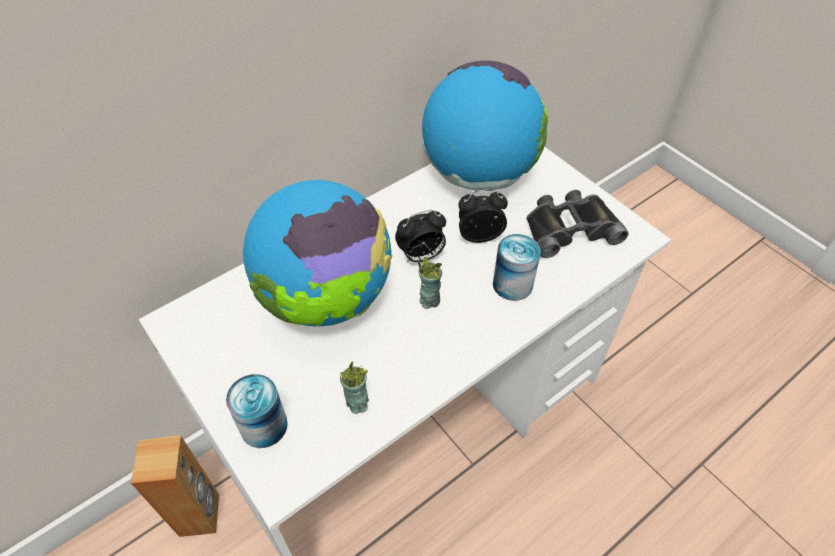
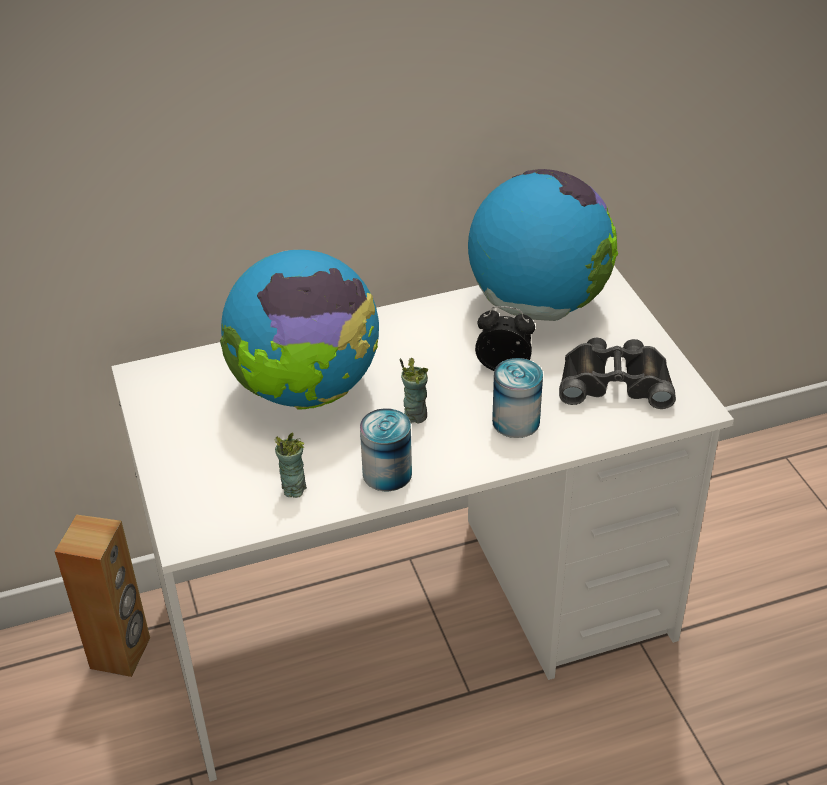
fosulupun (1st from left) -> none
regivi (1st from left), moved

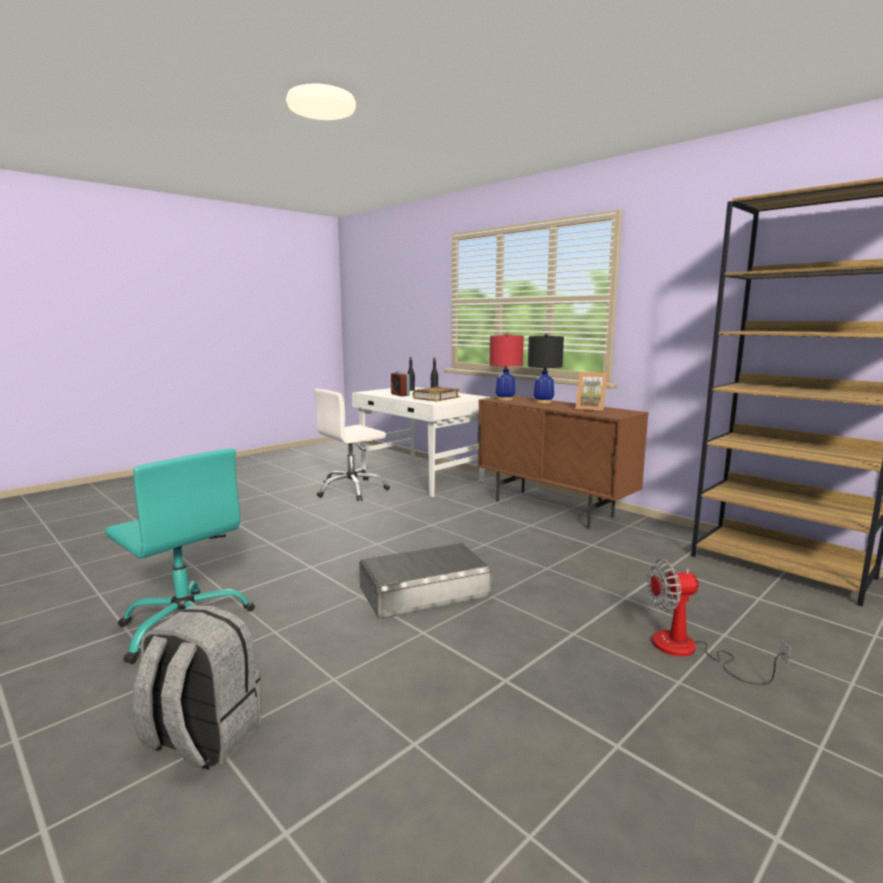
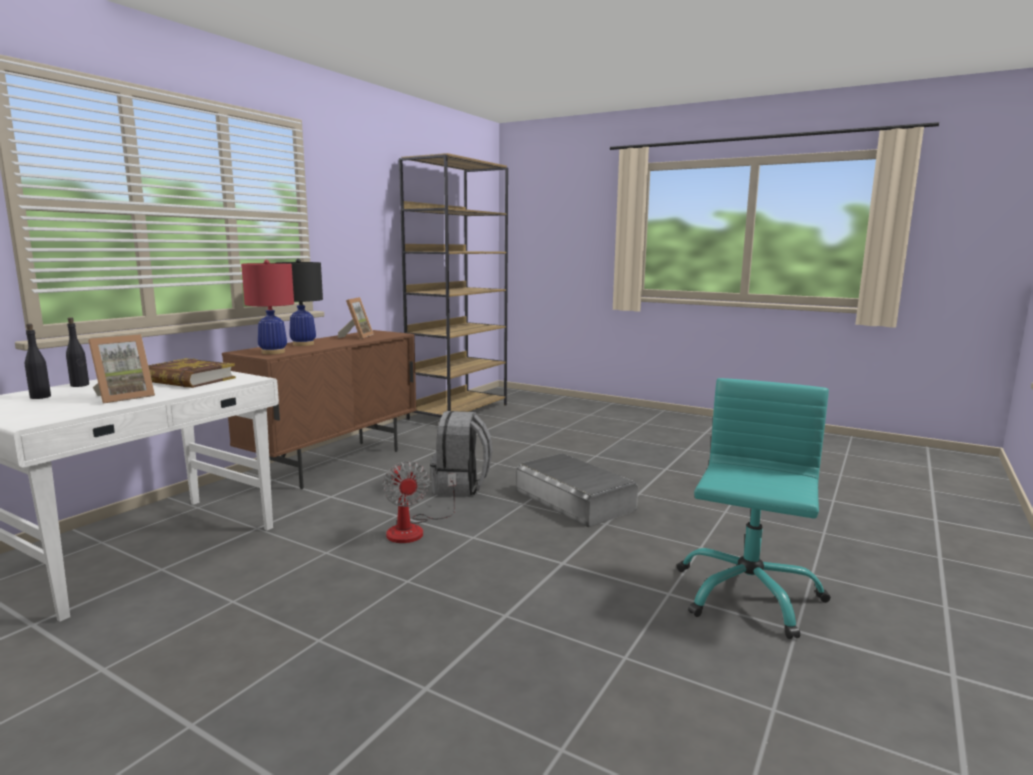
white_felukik -> none
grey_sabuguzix, moved
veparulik, moved
fosulupun -> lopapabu (1st from left)

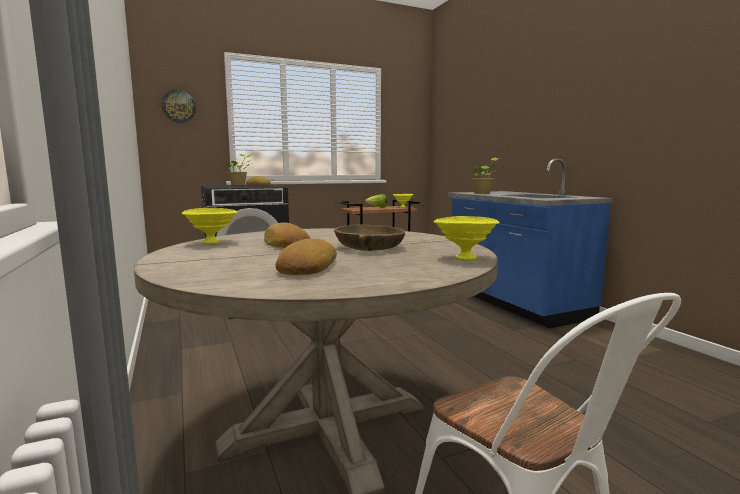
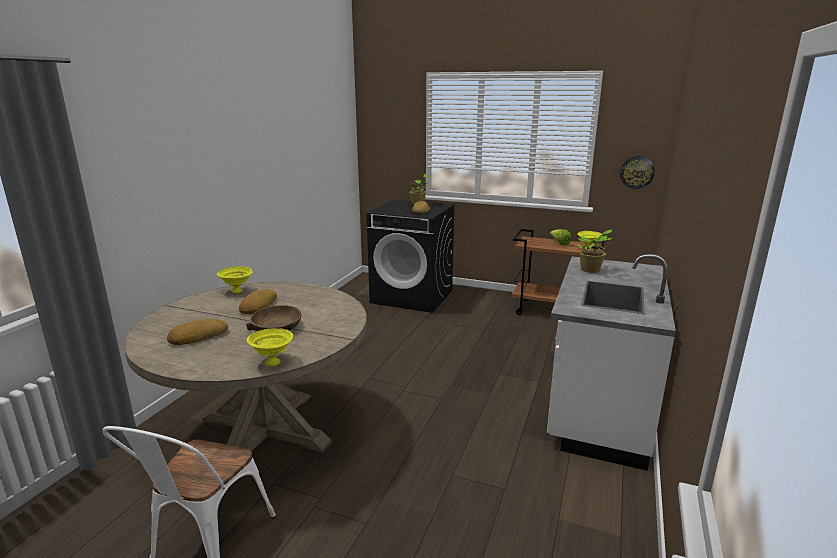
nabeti, moved
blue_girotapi -> white_girotapi

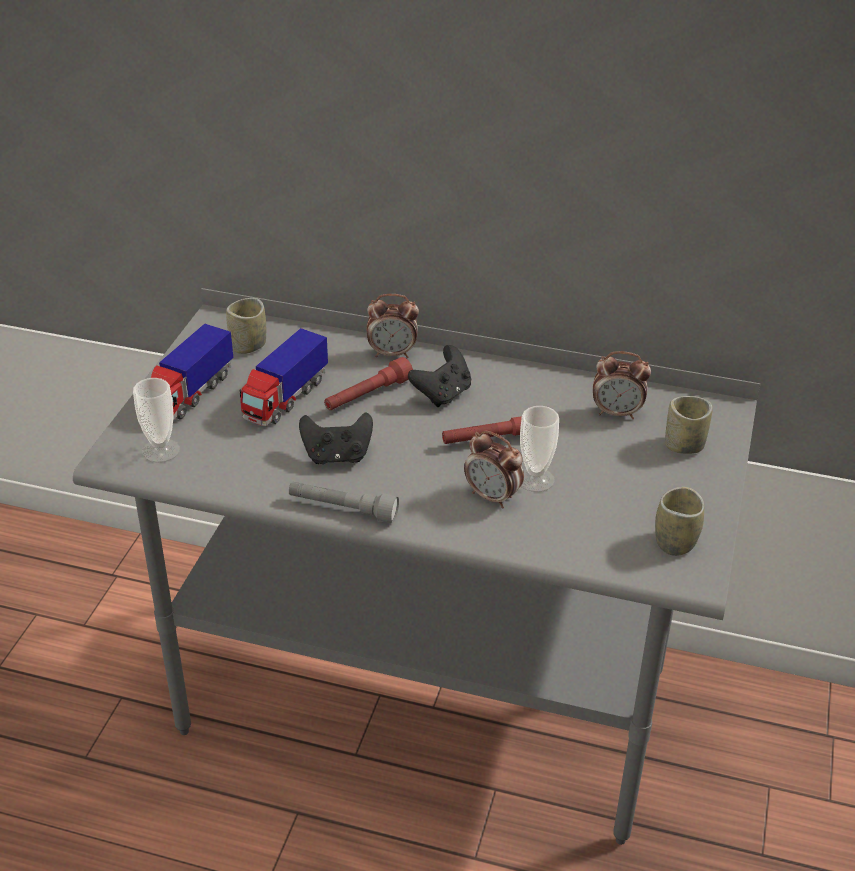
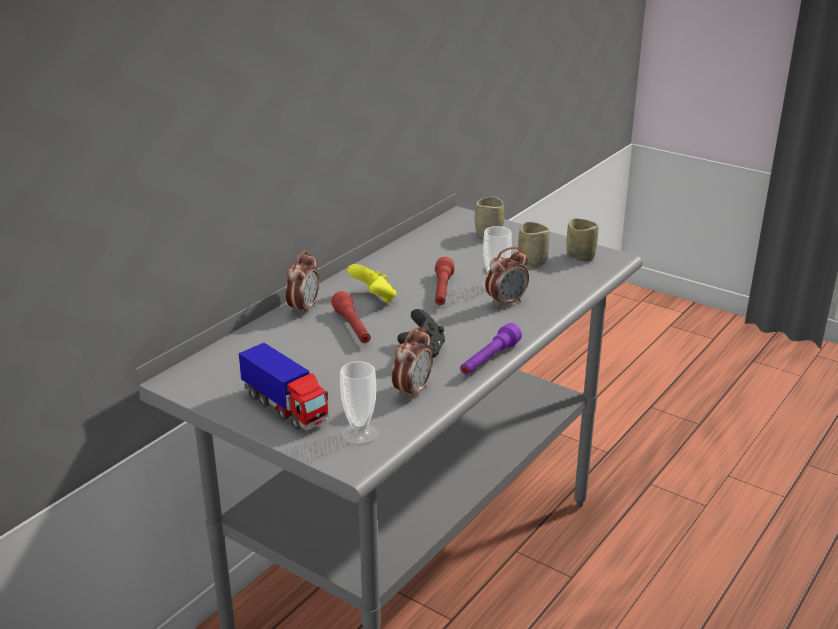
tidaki (2nd from left) -> none
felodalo (2nd from left in the first image) -> felodalo (4th from left), moved
fosulupun (3rd from left in the first image) -> fosulupun (2nd from left), moved
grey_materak -> purple_materak
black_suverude (2nd from left) -> yellow_suverude

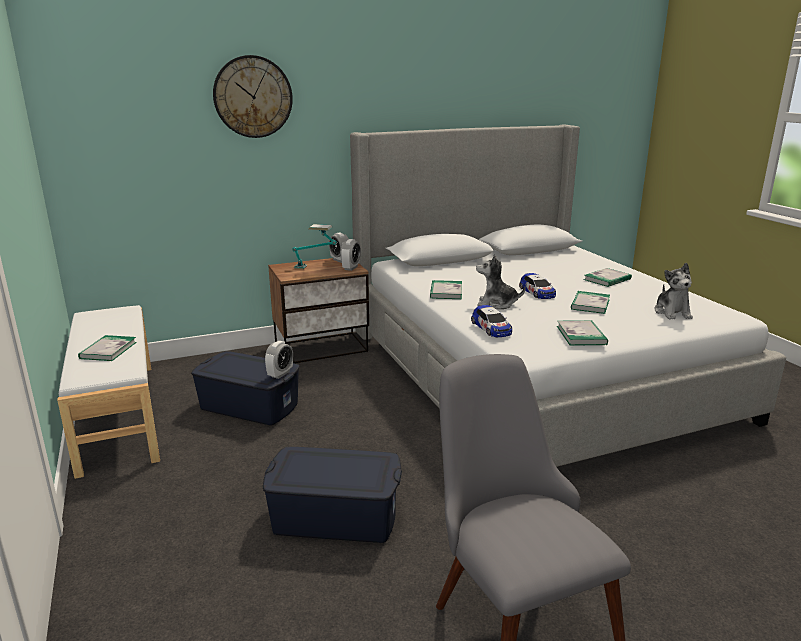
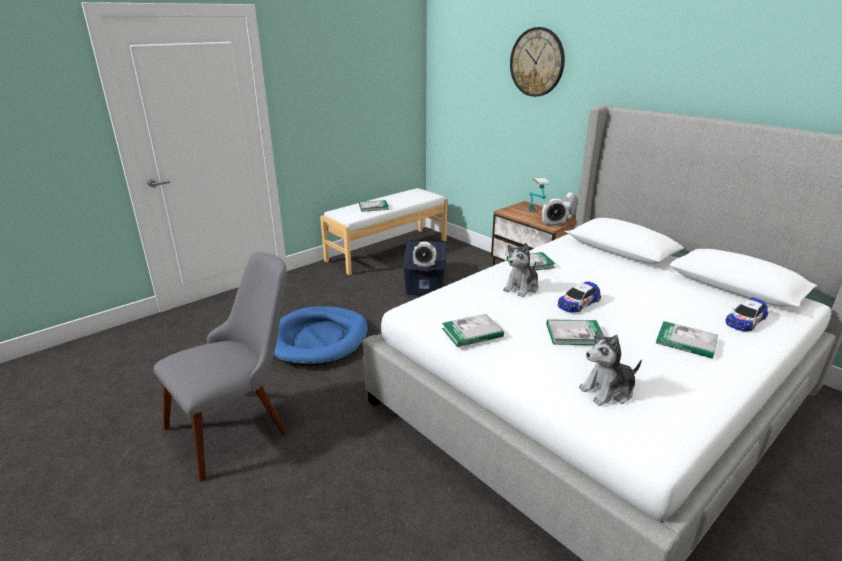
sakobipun (1st from left in the first image) -> sakobipun (2nd from left), moved
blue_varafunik (2nd from left) -> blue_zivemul
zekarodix (1st from left), 135 degrees counterclockwise

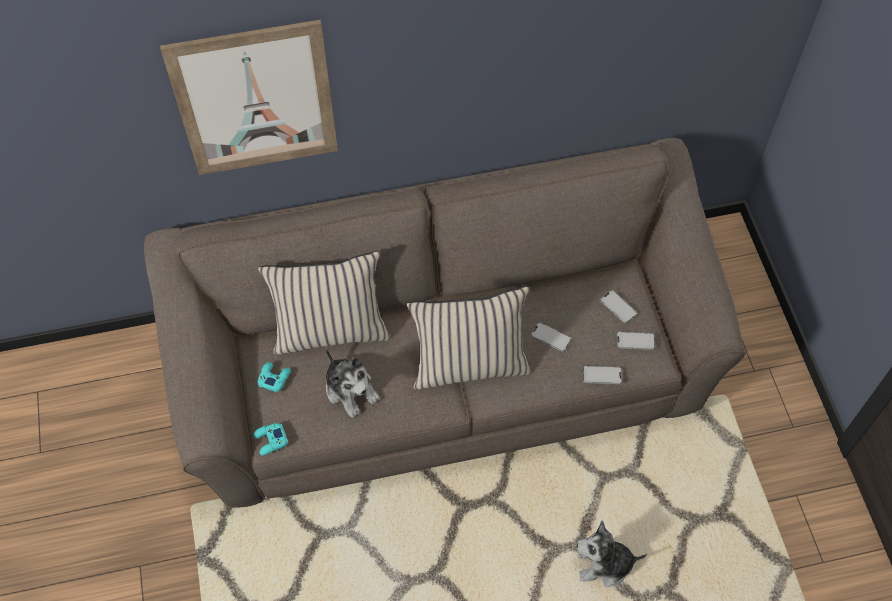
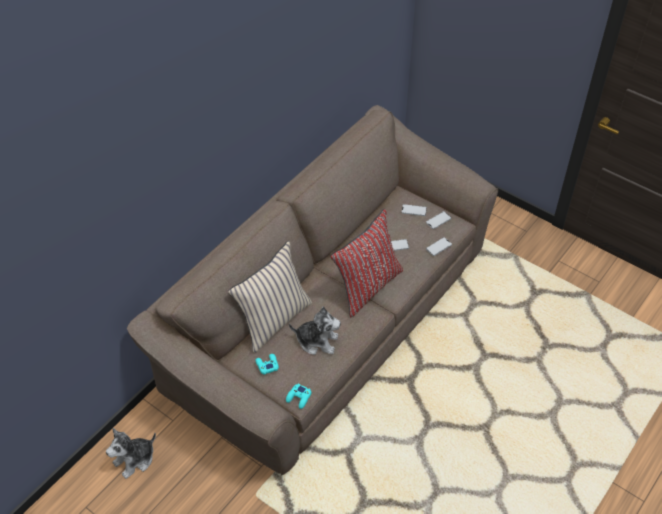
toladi -> none
zekarodix (2nd from left in the first image) -> zekarodix (1st from left), moved
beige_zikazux (2nd from left) -> red_zikazux

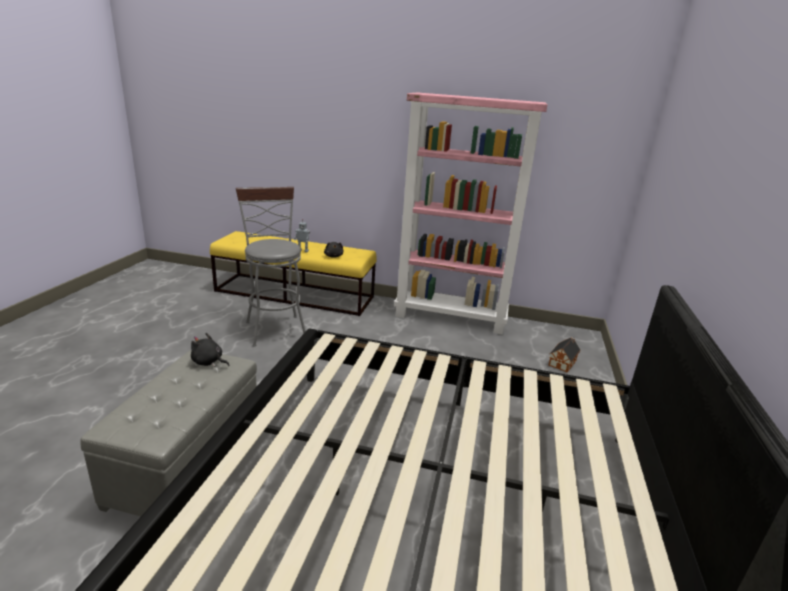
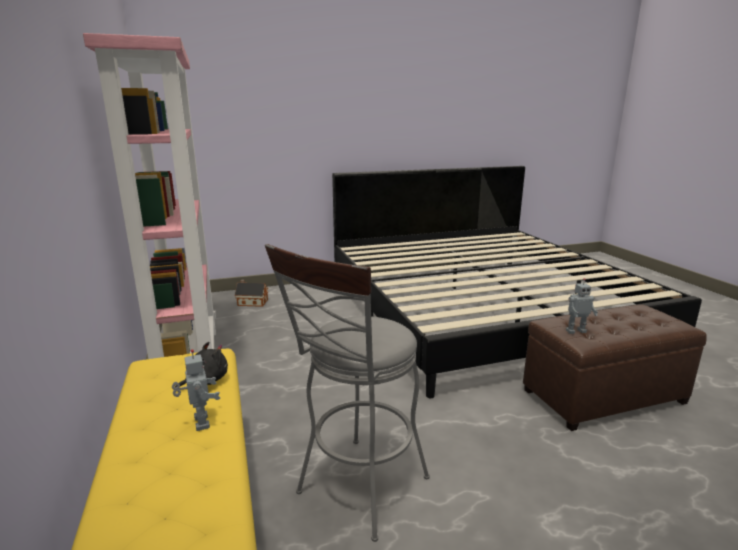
black_zekarodix (1st from left) -> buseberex (2nd from left)
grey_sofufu -> brown_sofufu

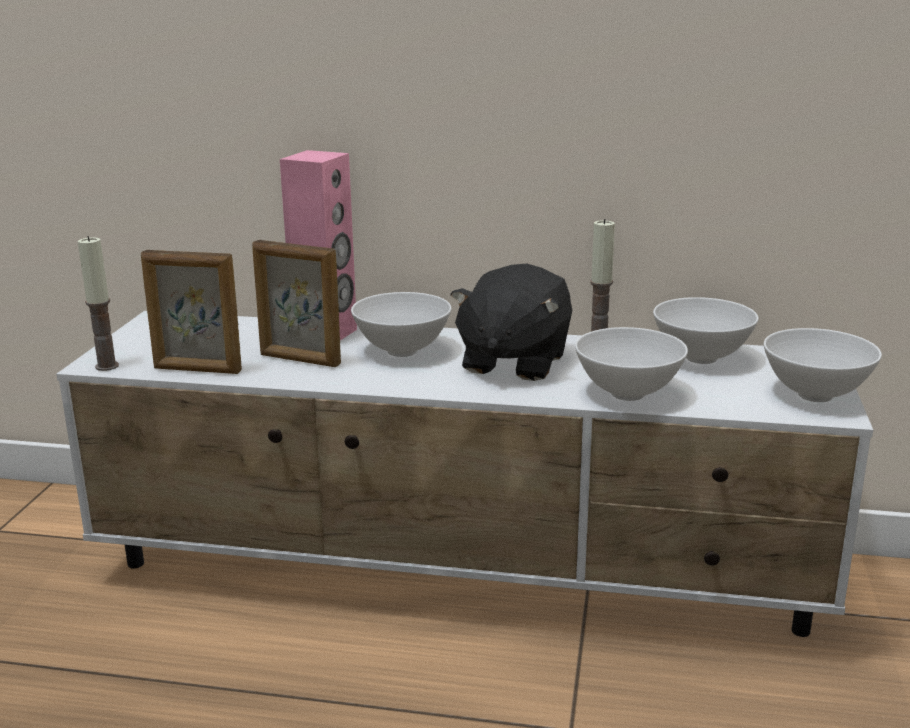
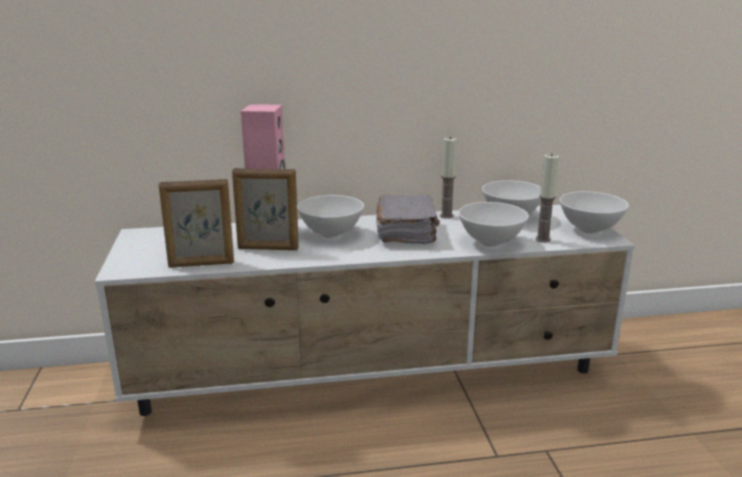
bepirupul (1st from left in the first image) -> bepirupul (2nd from left), moved
black_zekarodix -> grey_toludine

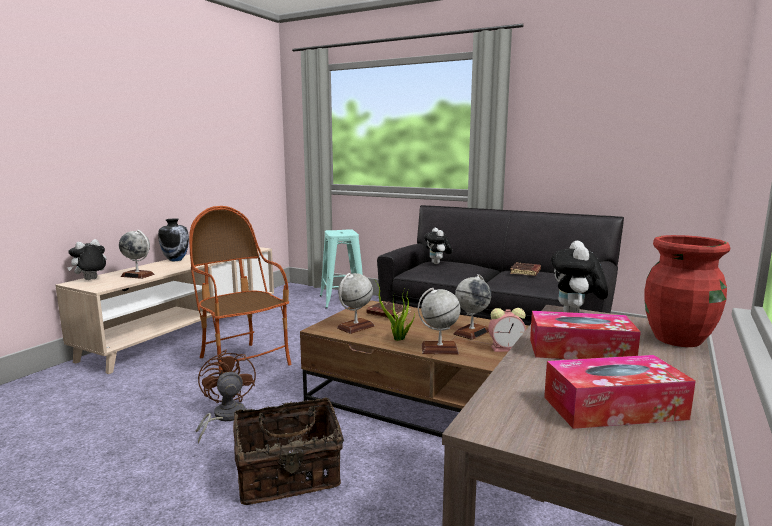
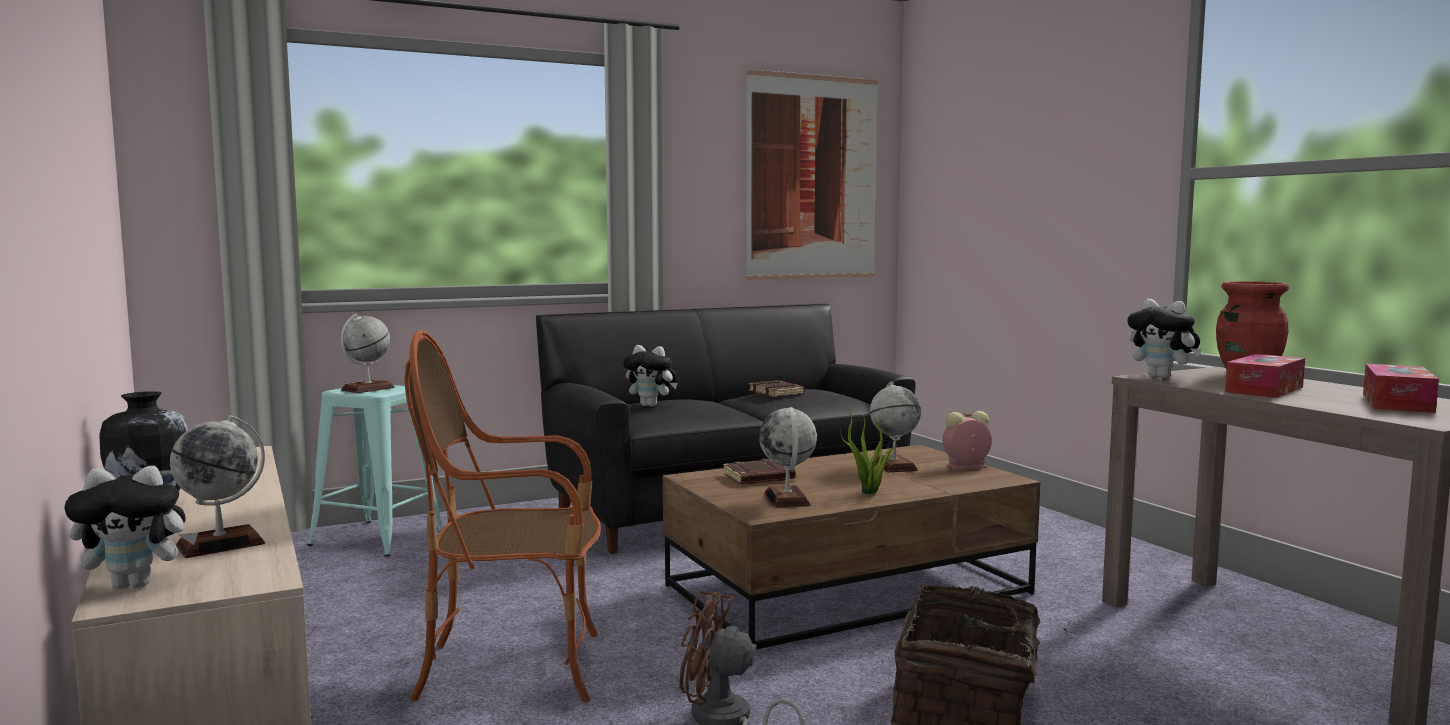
none -> toladi
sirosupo (3rd from left in the first image) -> sirosupo (2nd from left), moved
zekarodix (1st from left), 90 degrees counterclockwise
fosulupun, 135 degrees counterclockwise

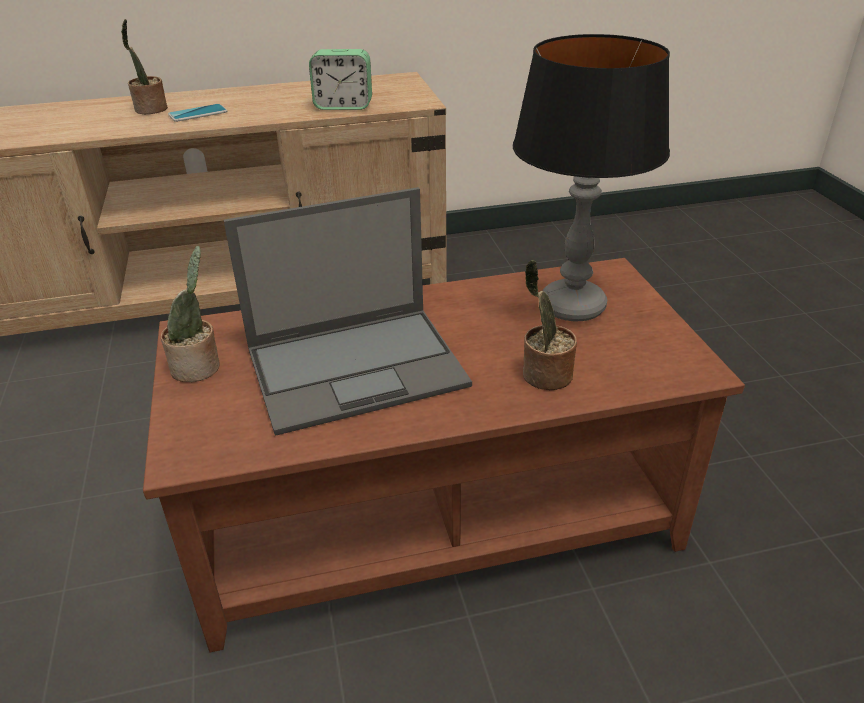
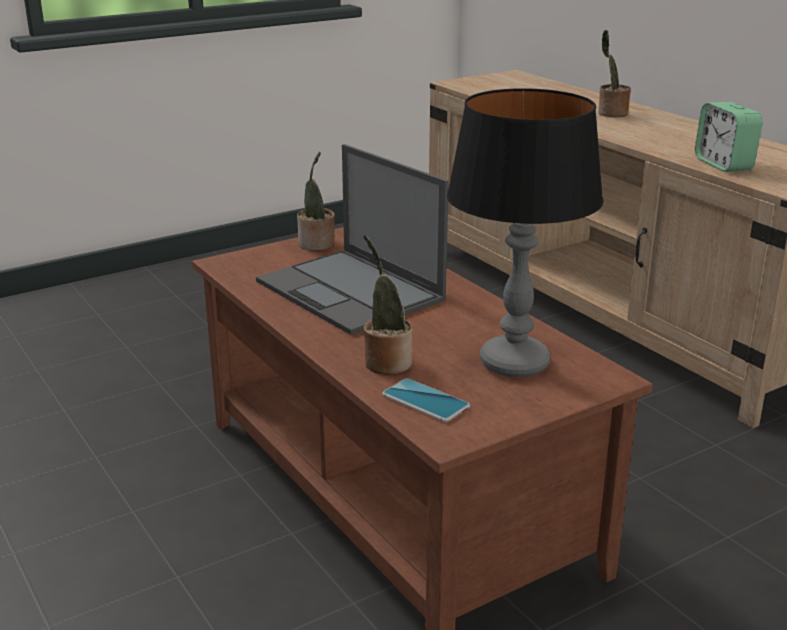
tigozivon, moved

